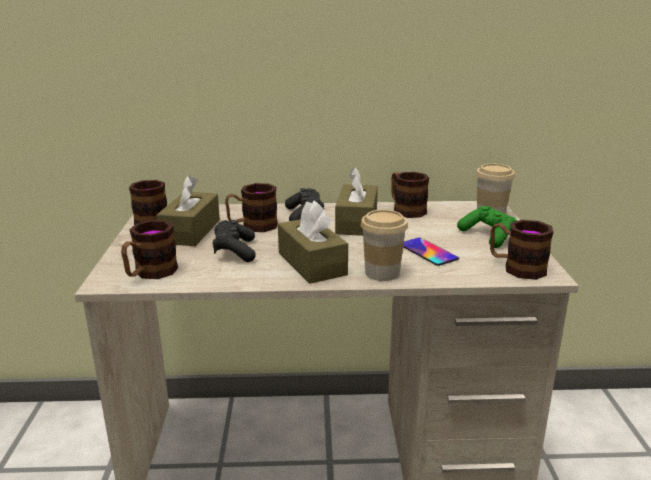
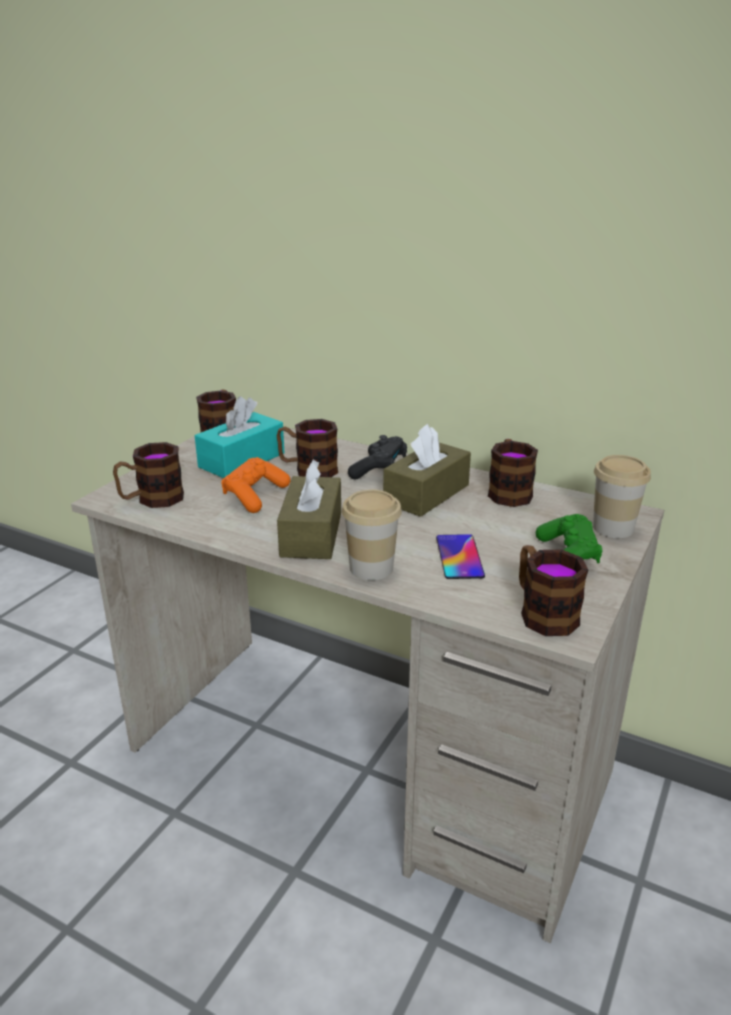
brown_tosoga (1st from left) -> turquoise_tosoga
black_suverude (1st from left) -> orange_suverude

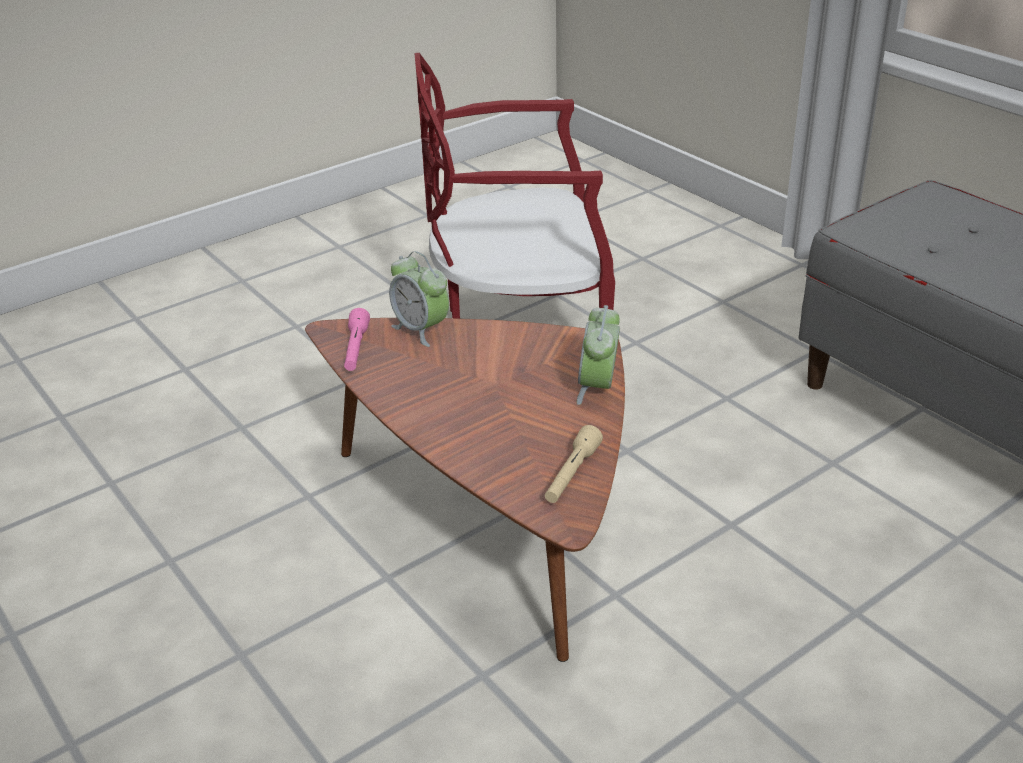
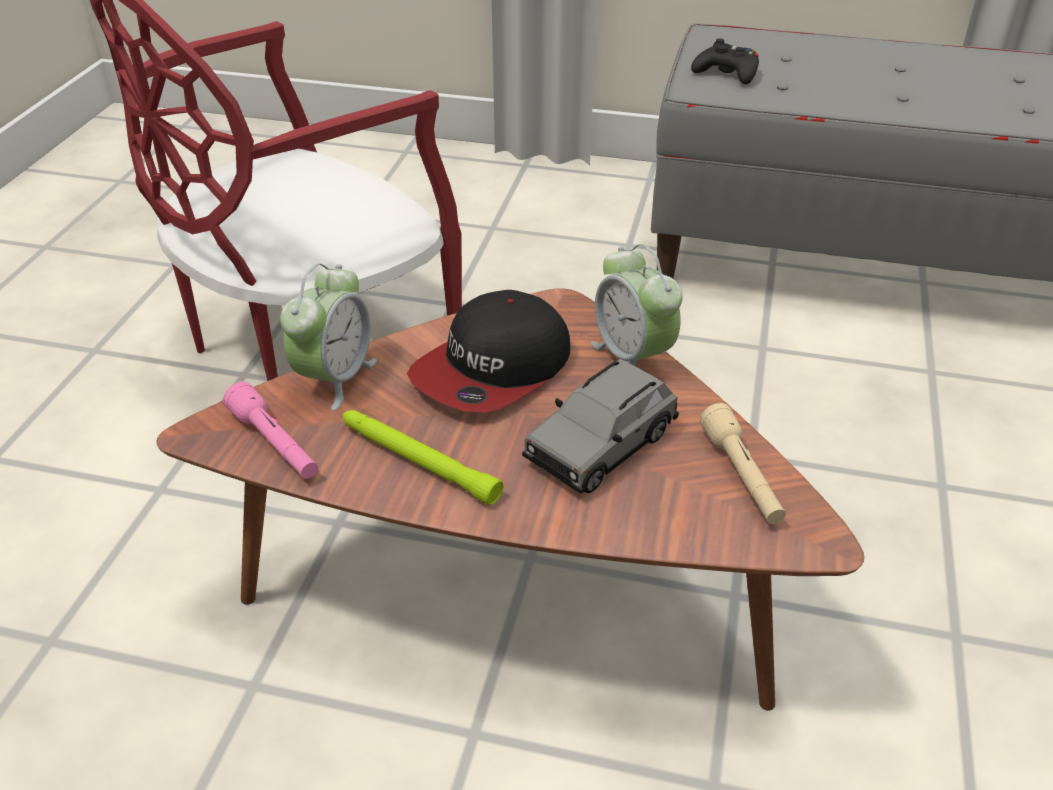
none -> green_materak
none -> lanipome
none -> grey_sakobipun
none -> black_suverude
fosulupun (1st from left), 75 degrees counterclockwise

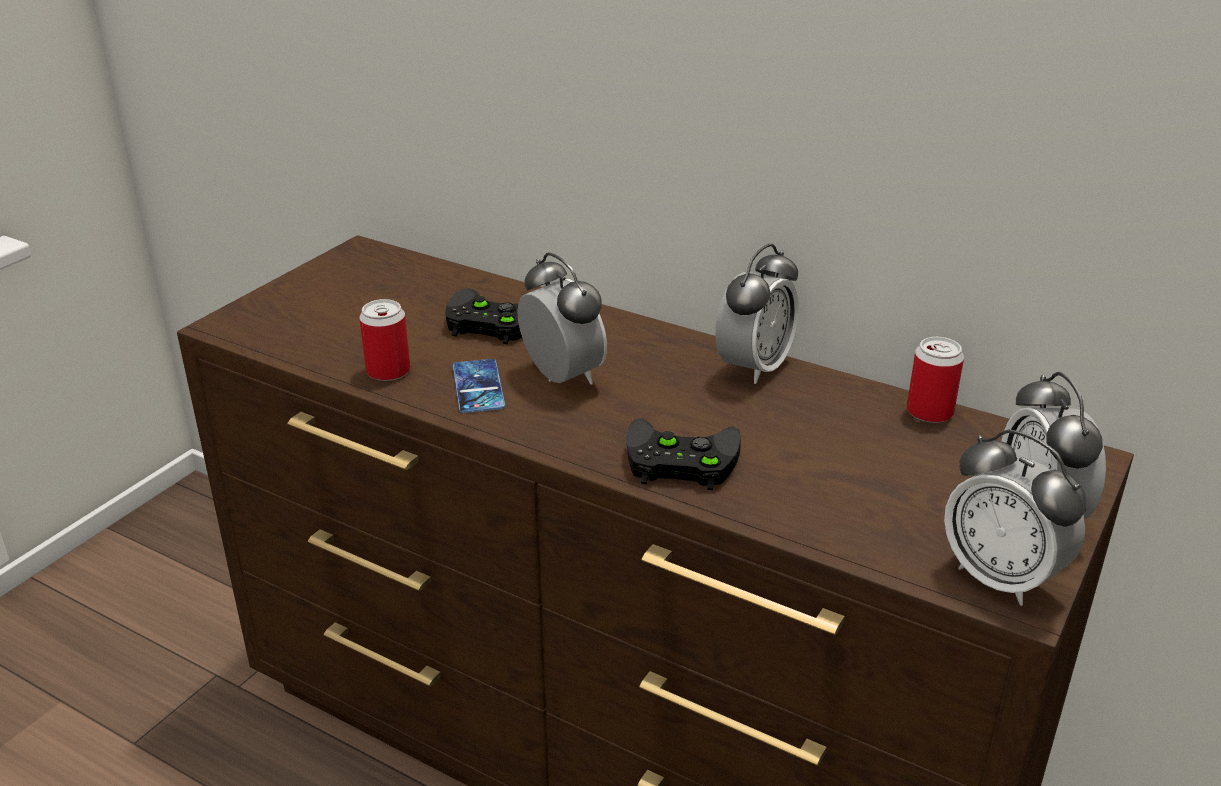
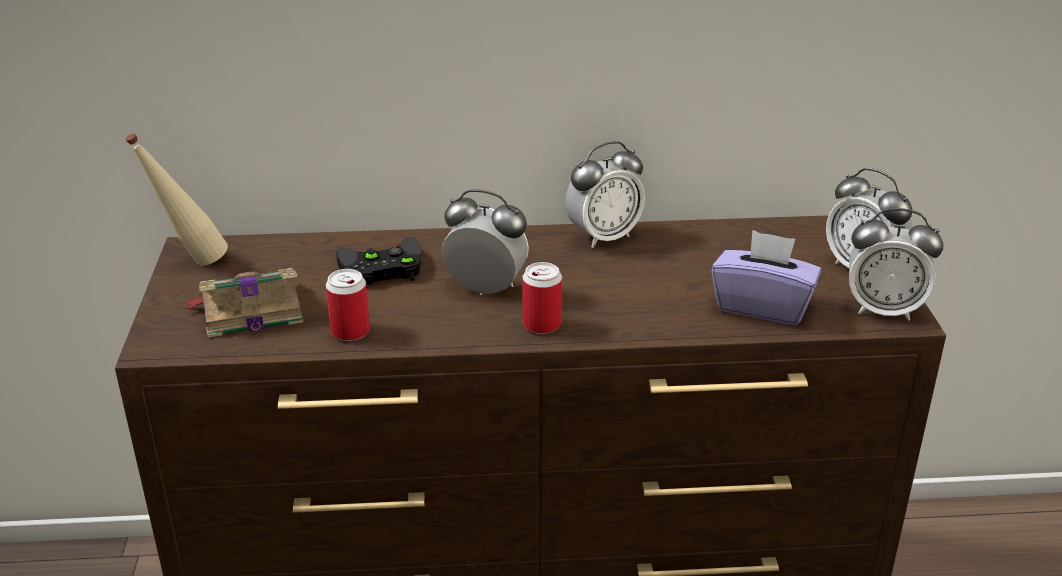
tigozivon -> none
black_suverude (2nd from left) -> none
none -> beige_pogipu
none -> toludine
none -> purple_tosoga
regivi (2nd from left), moved
fosulupun (2nd from left), 60 degrees clockwise

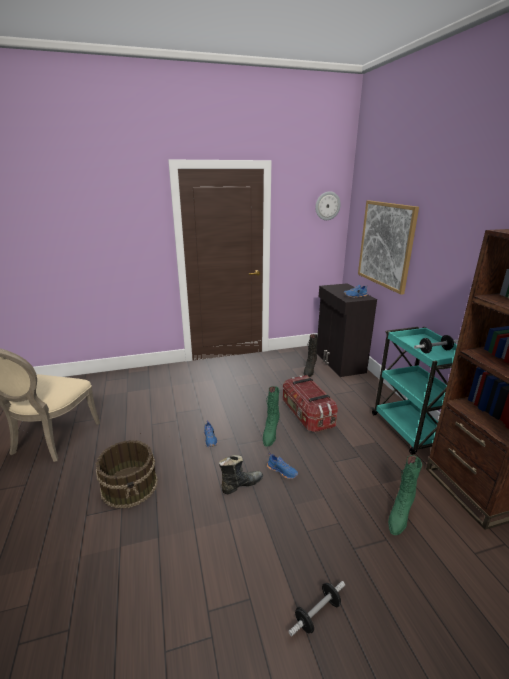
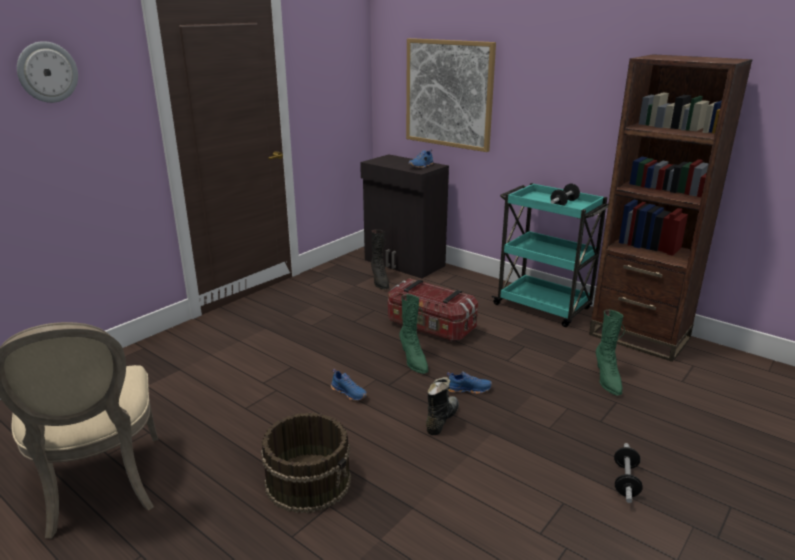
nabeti, moved

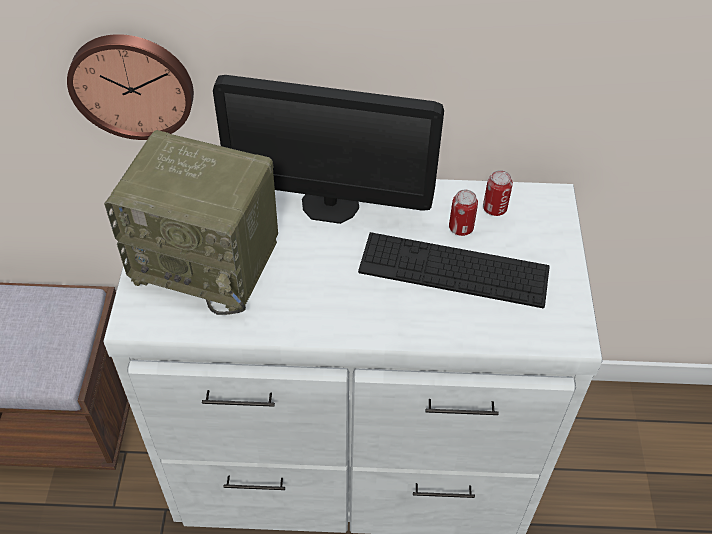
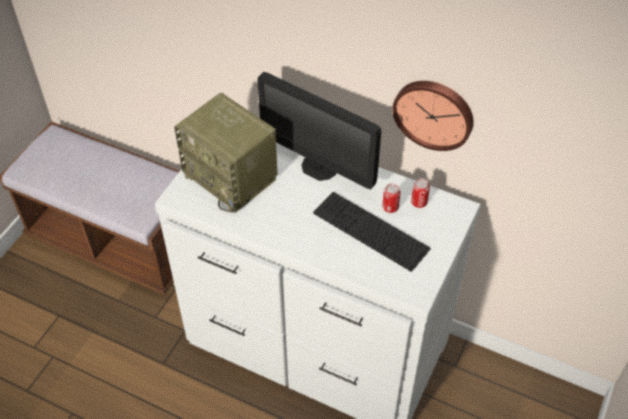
nabeti, moved

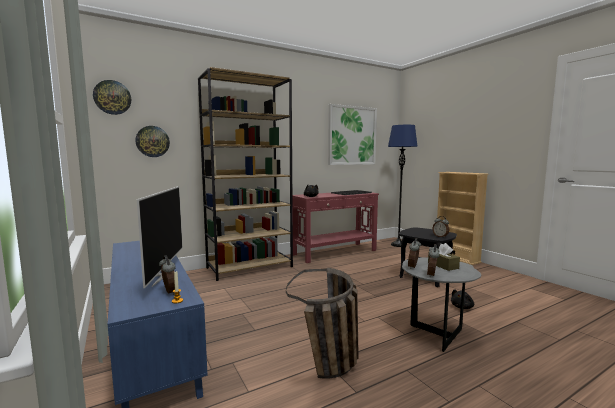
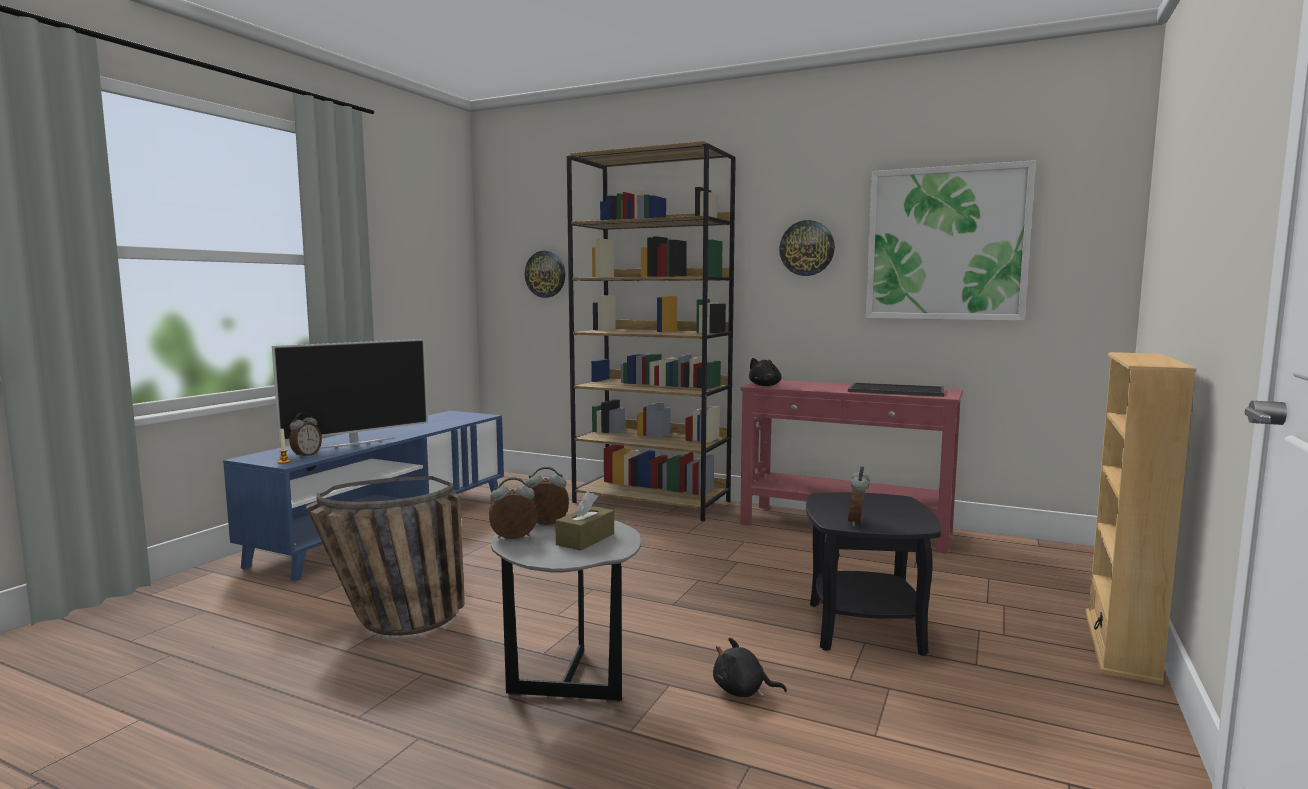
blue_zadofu -> none
nabeti (1st from left in the first image) -> nabeti (2nd from left), moved

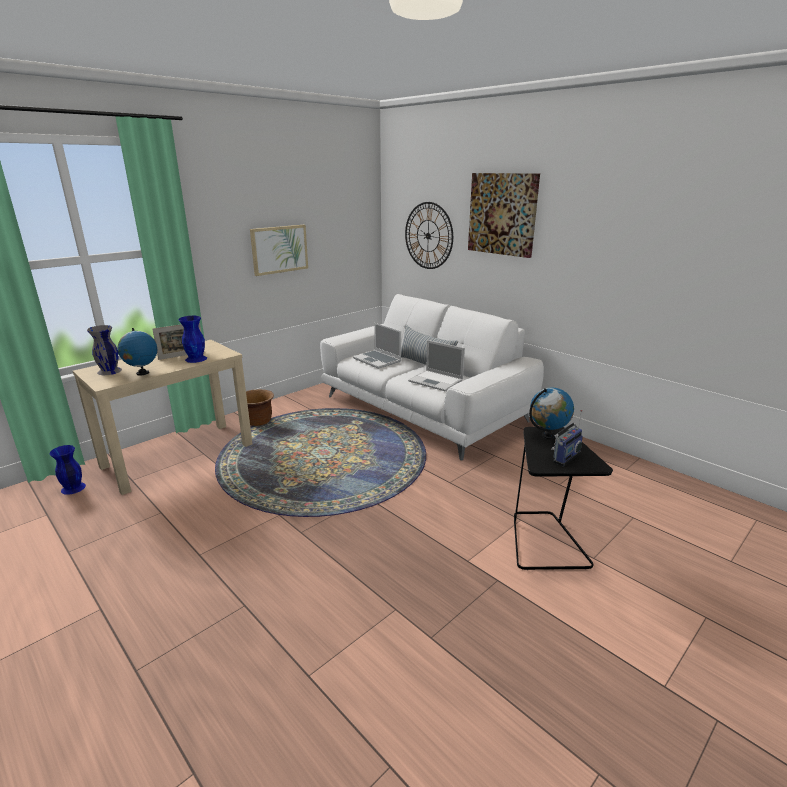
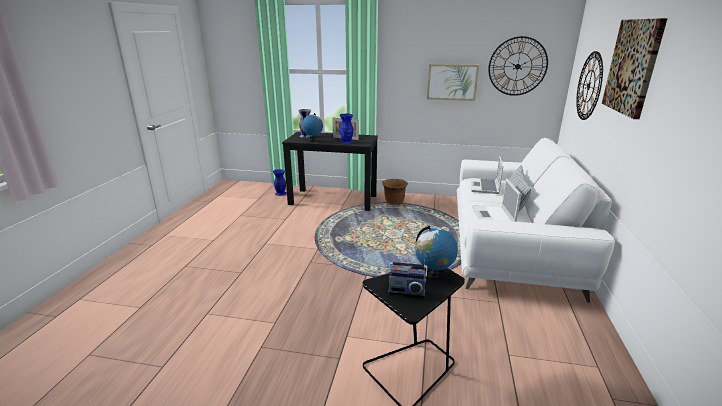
none -> nabeti (1st from left)
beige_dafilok -> black_dafilok

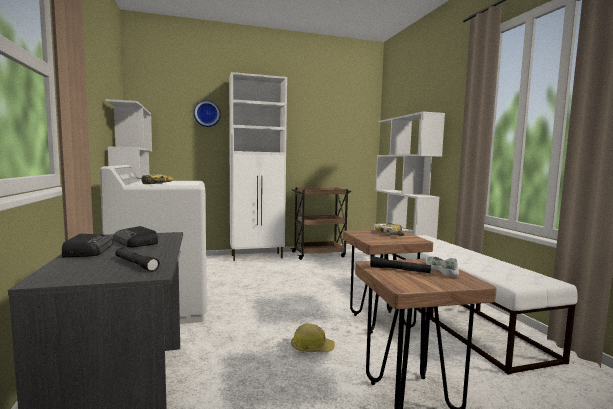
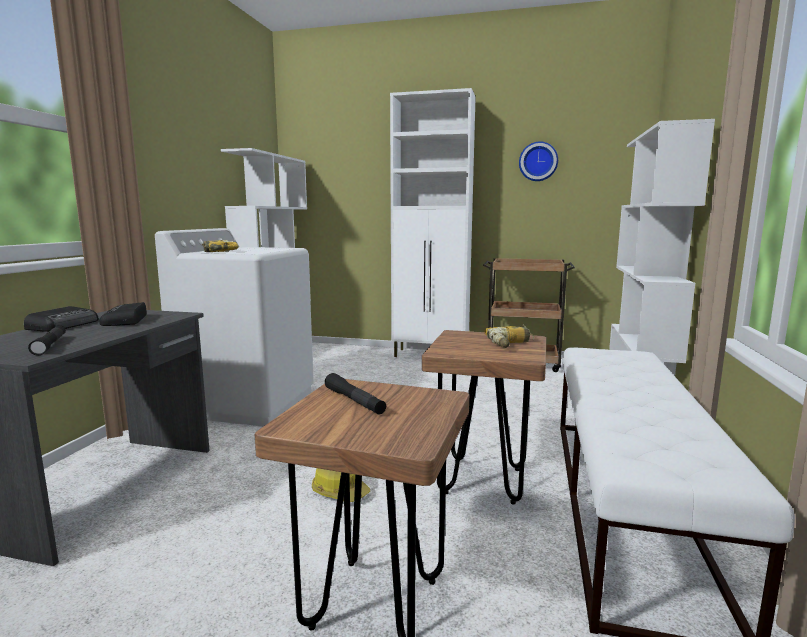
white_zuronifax -> none
nabeti, moved

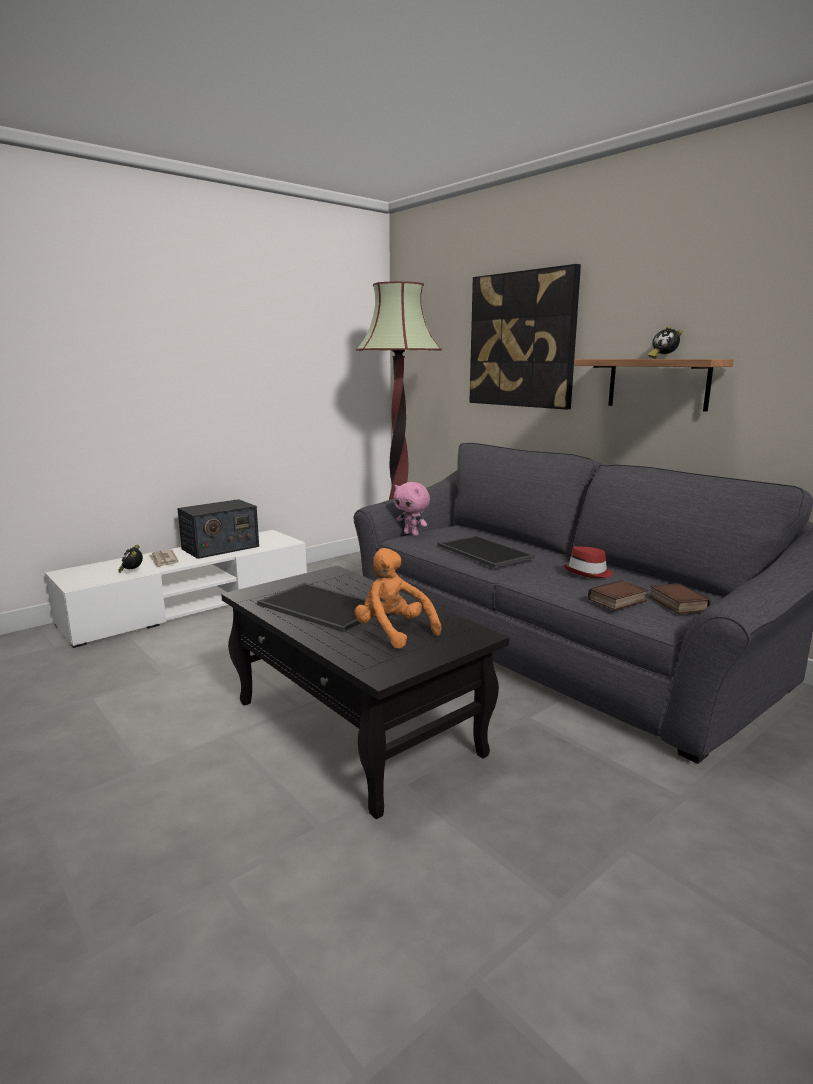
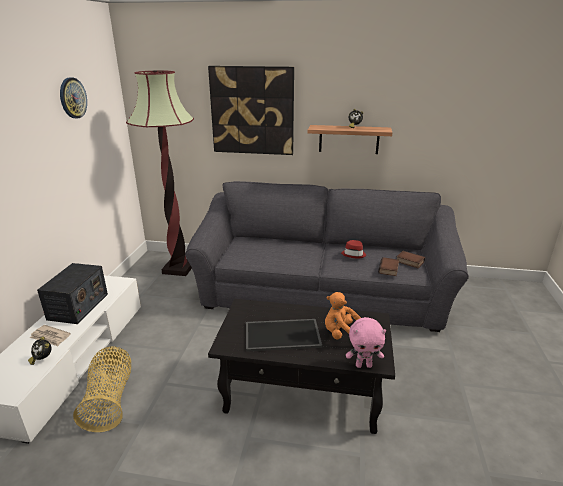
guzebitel (2nd from left) -> none
none -> nabeti
none -> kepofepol
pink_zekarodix, moved

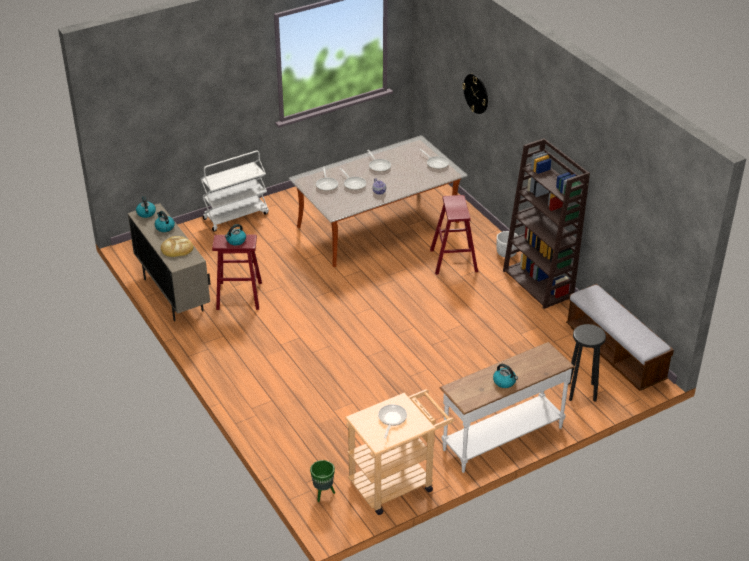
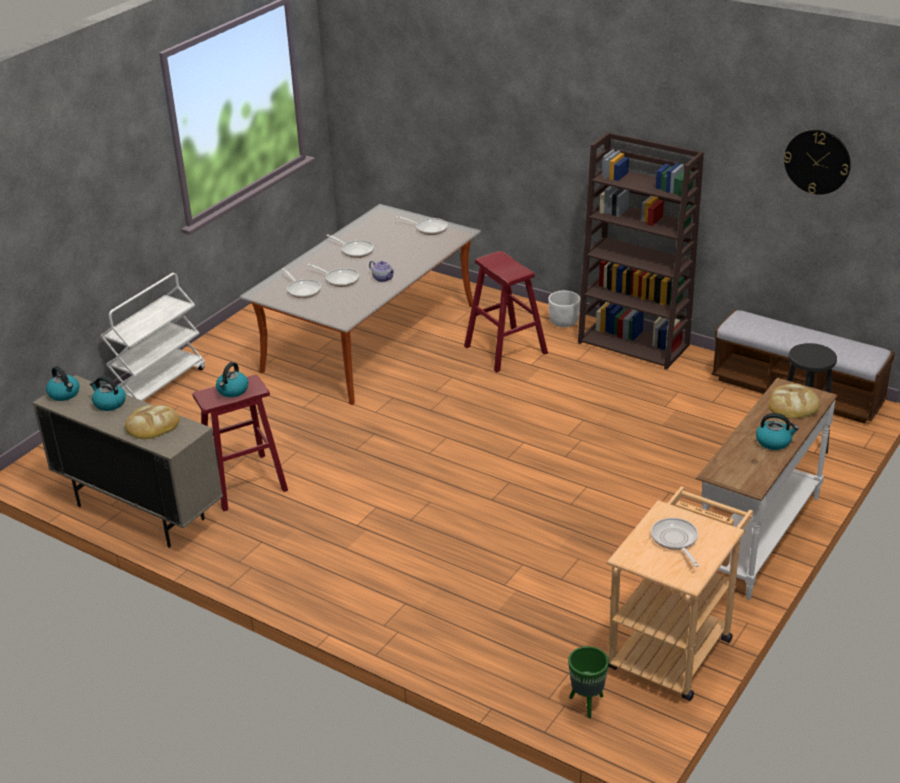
none -> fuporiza (2nd from left)
nabeti, moved

